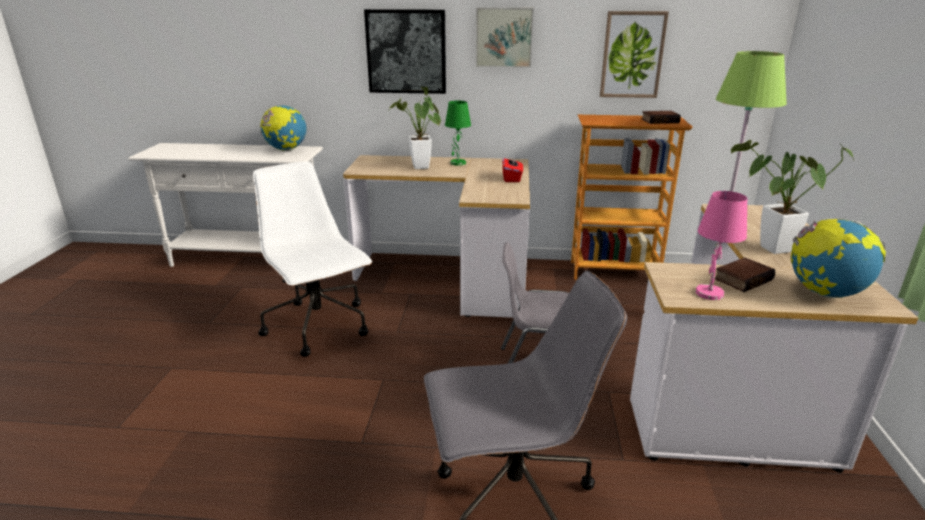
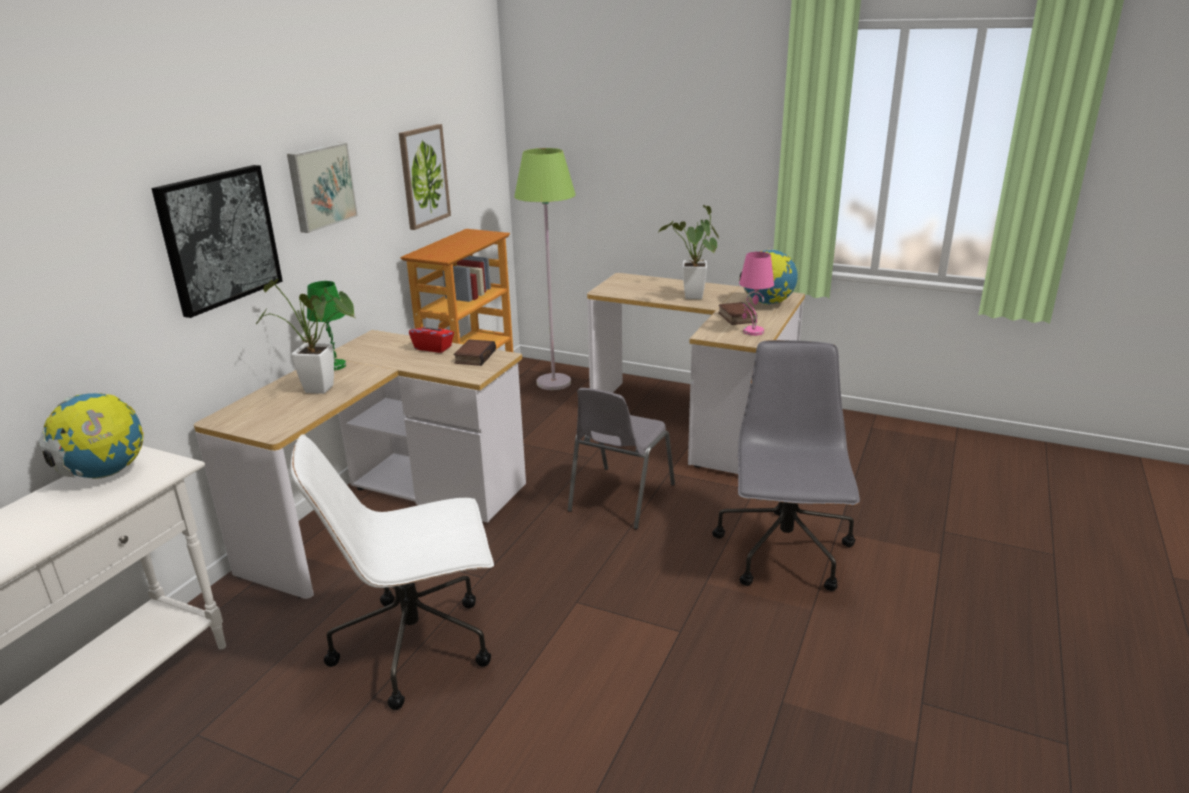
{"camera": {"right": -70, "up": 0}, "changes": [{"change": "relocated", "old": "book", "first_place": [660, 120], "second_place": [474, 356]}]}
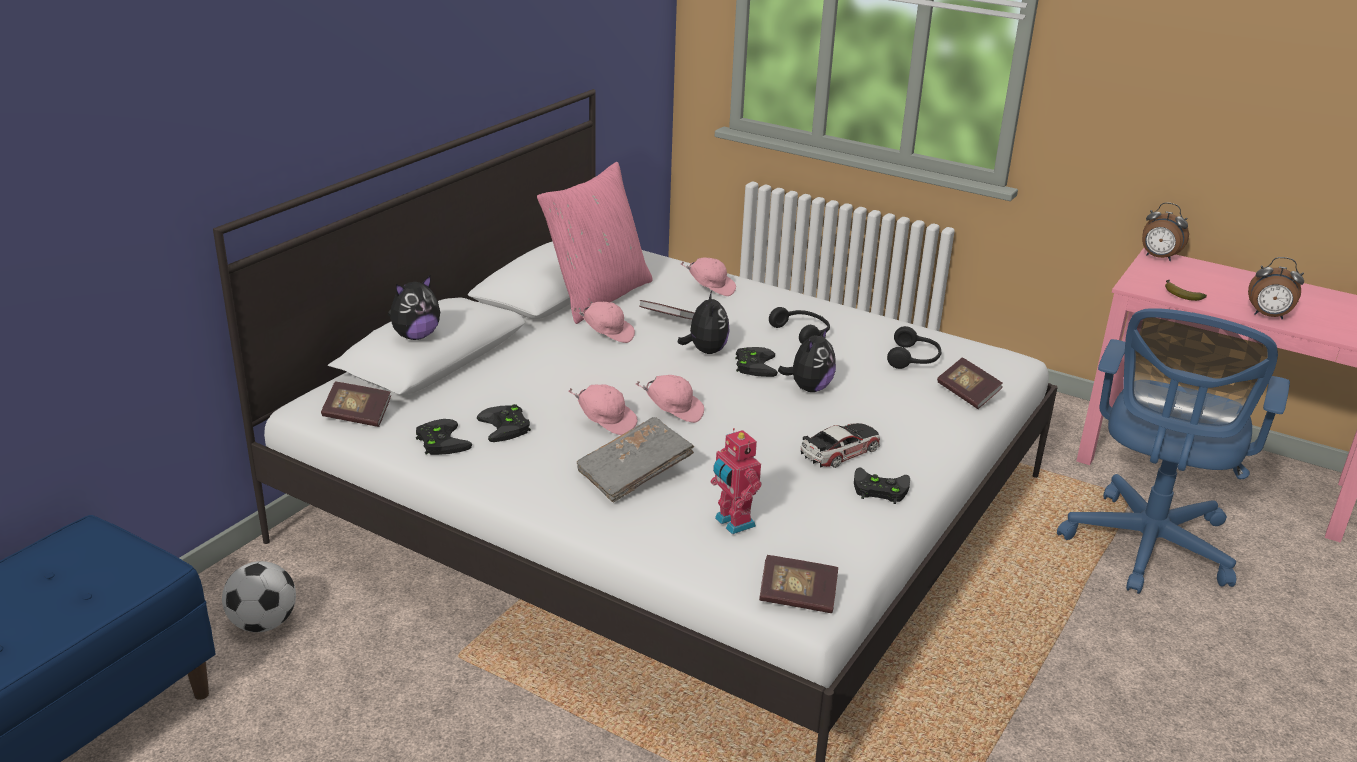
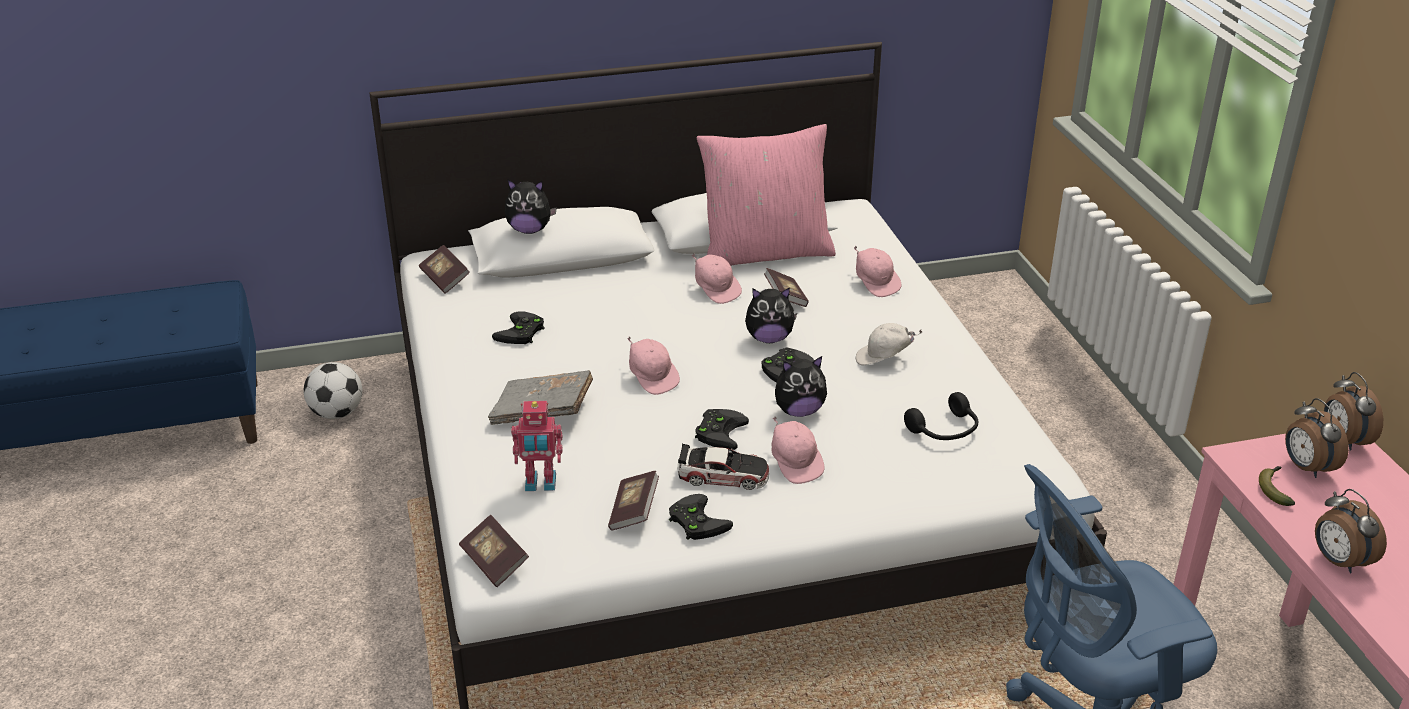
{"camera": {"right": 45, "up": 5}, "changes": [{"change": "appeared", "new": "alarm_clock", "second_place": [1306, 467]}, {"change": "relocated", "old": "black_game_controller", "first_place": [440, 441], "second_place": [719, 431]}, {"change": "relocated", "old": "pink_cap", "first_place": [606, 422], "second_place": [795, 464]}, {"change": "relocated", "old": "book", "first_place": [967, 394], "second_place": [634, 511]}, {"change": "exchanged", "old": "black_headphones", "new": "white_cap", "first_place": [802, 333], "second_place": [884, 359]}, {"change": "spun", "old": "plush_toy", "first_place": [705, 351], "second_place": [769, 338], "degrees": 45}, {"change": "spun", "old": "toy_robot", "first_place": [732, 523], "second_place": [540, 484], "degrees": -105}]}
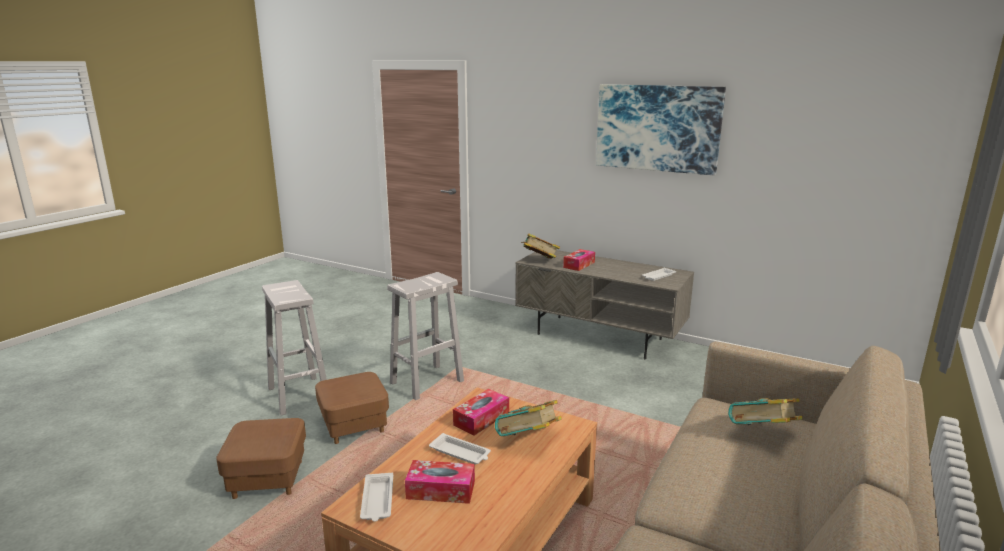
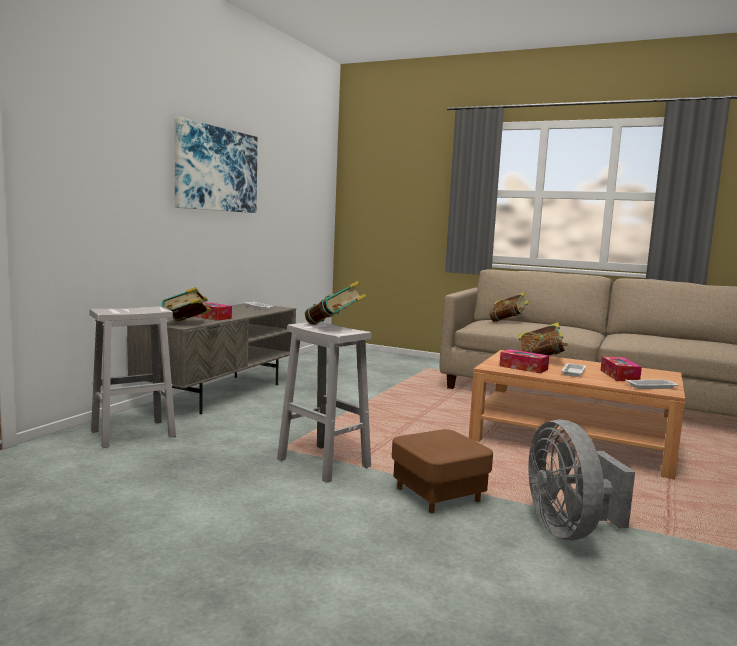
{"camera": {"right": -95, "up": -10}, "changes": [{"change": "appeared", "new": "book", "second_place": [334, 326]}, {"change": "relocated", "old": "white_stool", "first_place": [299, 395], "second_place": [134, 433]}, {"change": "exchanged", "old": "brown_ottoman", "new": "grey_fan", "first_place": [268, 478], "second_place": [569, 530]}]}
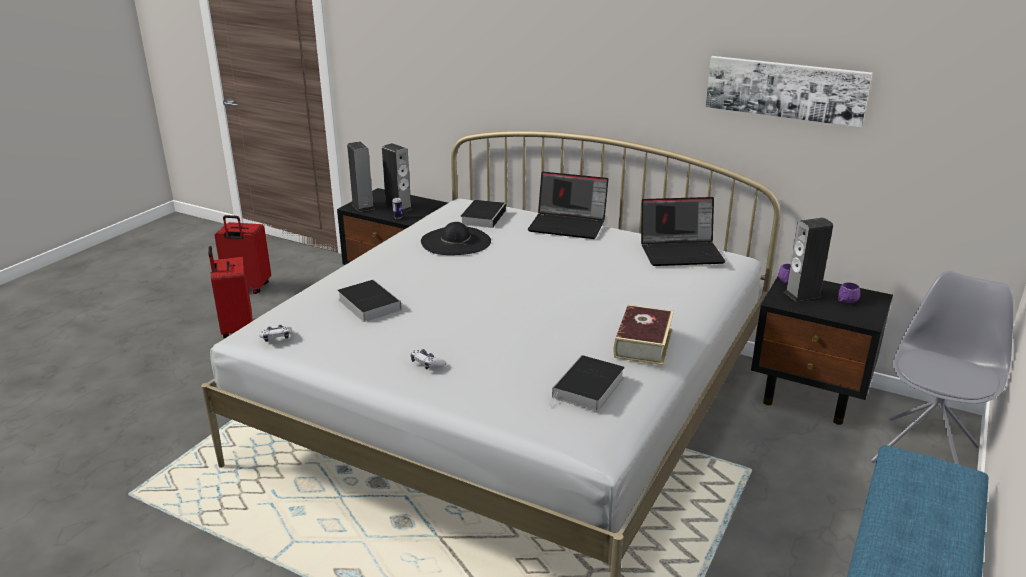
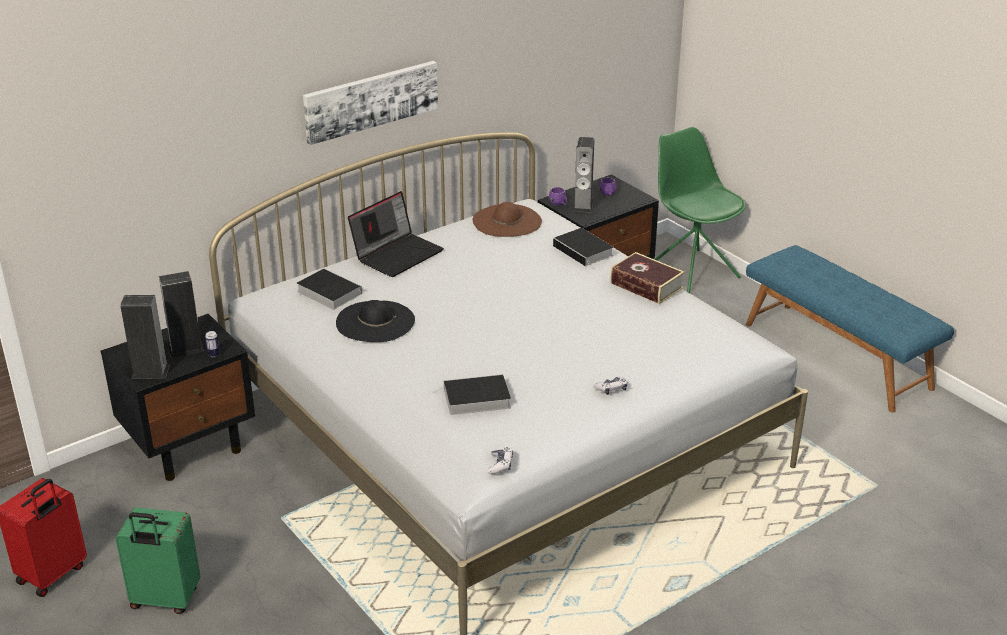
{"camera": {"right": -65, "up": 5}, "changes": [{"change": "relocated", "old": "book", "first_place": [588, 389], "second_place": [584, 251]}, {"change": "relocated", "old": "picture", "first_place": [785, 89], "second_place": [370, 100]}, {"change": "exchanged", "old": "laptop", "new": "brown_hat", "first_place": [681, 252], "second_place": [507, 221]}, {"change": "colour", "old": "red_suitcase", "new": "green_suitcase", "first_place": [236, 329], "second_place": [165, 600]}, {"change": "colour", "old": "grey_chair", "new": "green_chair", "first_place": [926, 453], "second_place": [692, 271]}]}
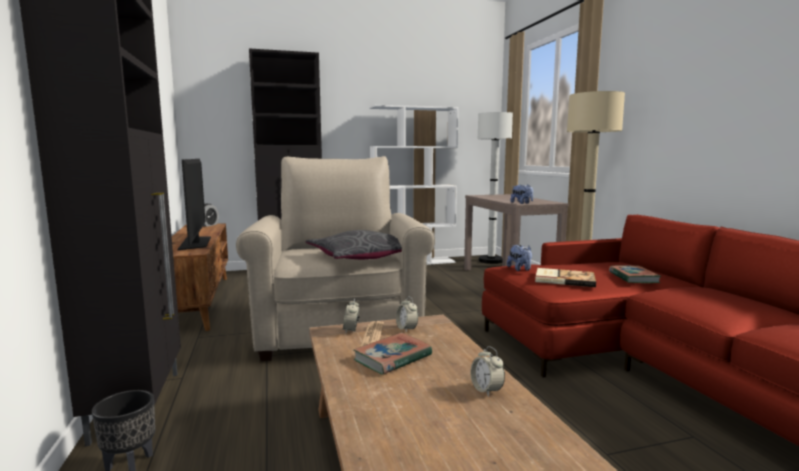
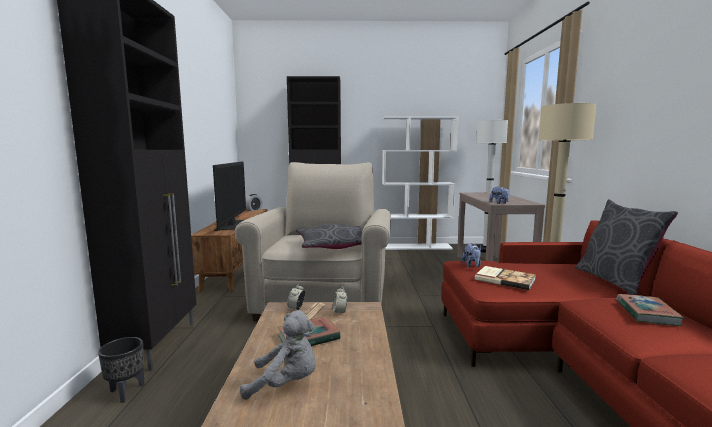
{"camera": {"right": 15, "up": 0}, "changes": [{"change": "missing", "old": "alarm_clock", "first_place": [486, 390]}, {"change": "appeared", "new": "grey_plush_toy", "second_place": [286, 384]}, {"change": "appeared", "new": "grey_pillow", "second_place": [615, 281]}, {"change": "relocated", "old": "book", "first_place": [633, 277], "second_place": [647, 313]}]}
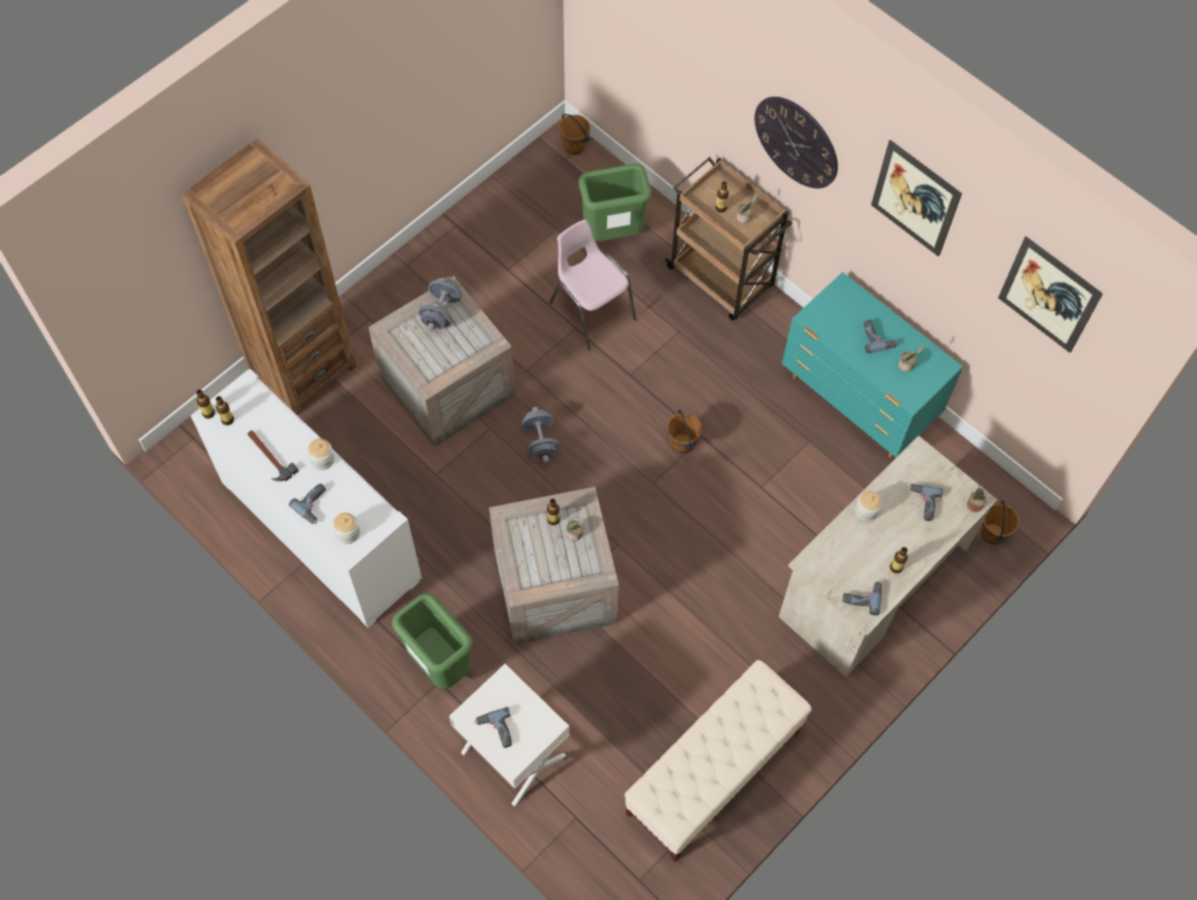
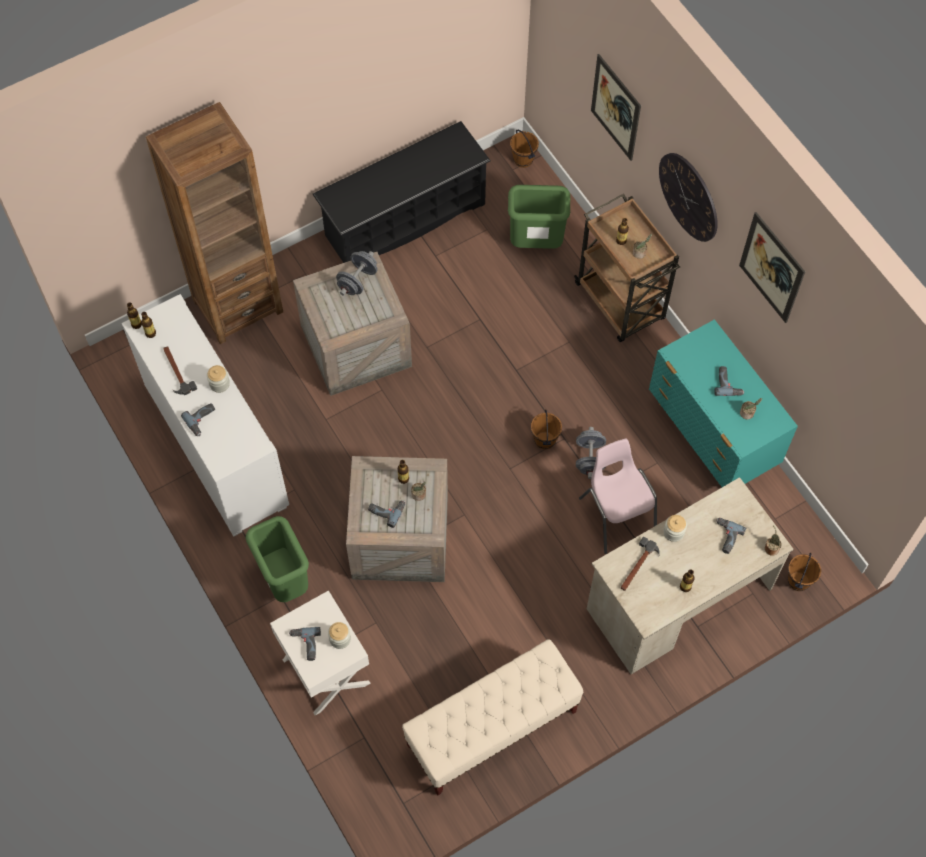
{"camera": {"right": 15, "up": 0}, "changes": [{"change": "appeared", "new": "black_shoe_rack", "second_place": [404, 220]}, {"change": "appeared", "new": "hammer", "second_place": [638, 566]}, {"change": "relocated", "old": "jar", "first_place": [348, 533], "second_place": [340, 639]}, {"change": "relocated", "old": "grey_dumbbell", "first_place": [540, 442], "second_place": [589, 459]}, {"change": "relocated", "old": "pink_chair", "first_place": [591, 310], "second_place": [616, 514]}, {"change": "relocated", "old": "power_drill", "first_place": [862, 596], "second_place": [386, 510]}, {"change": "relocated", "old": "picture", "first_place": [1049, 295], "second_place": [615, 107]}]}
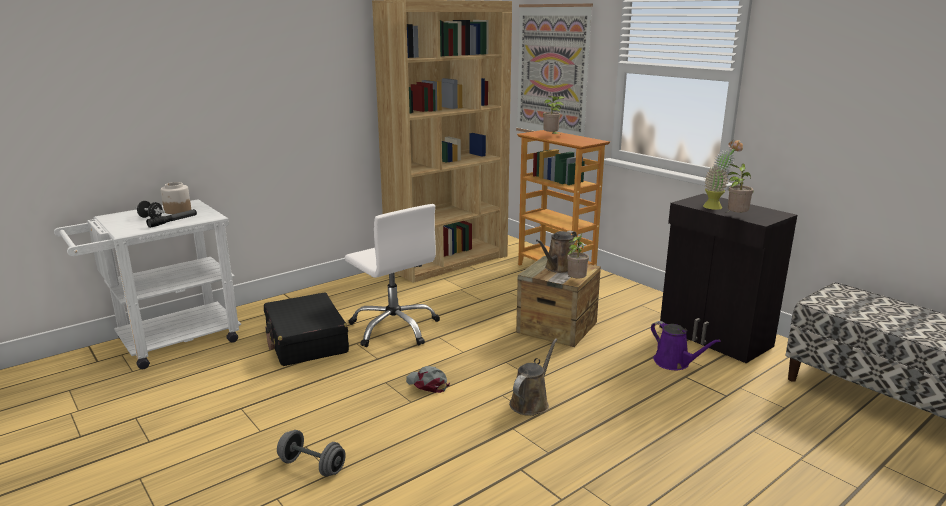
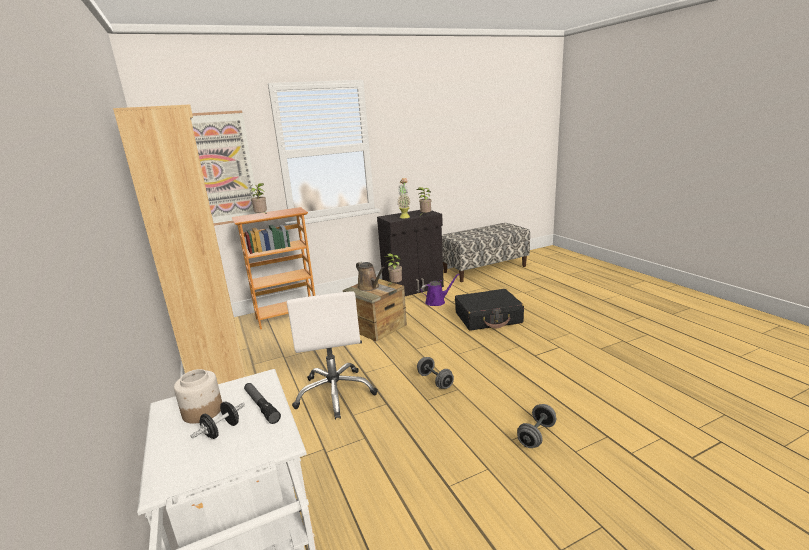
{"camera": {"right": -75, "up": 0}, "changes": [{"change": "missing", "old": "brown_watering_can", "first_place": [531, 402]}, {"change": "relocated", "old": "black_suitcase", "first_place": [306, 341], "second_place": [488, 318]}, {"change": "exchanged", "old": "grey_cap", "new": "grey_dumbbell", "first_place": [427, 384], "second_place": [435, 381]}, {"change": "spun", "old": "white_office_chair", "first_place": [394, 328], "second_place": [335, 393], "degrees": 105}]}
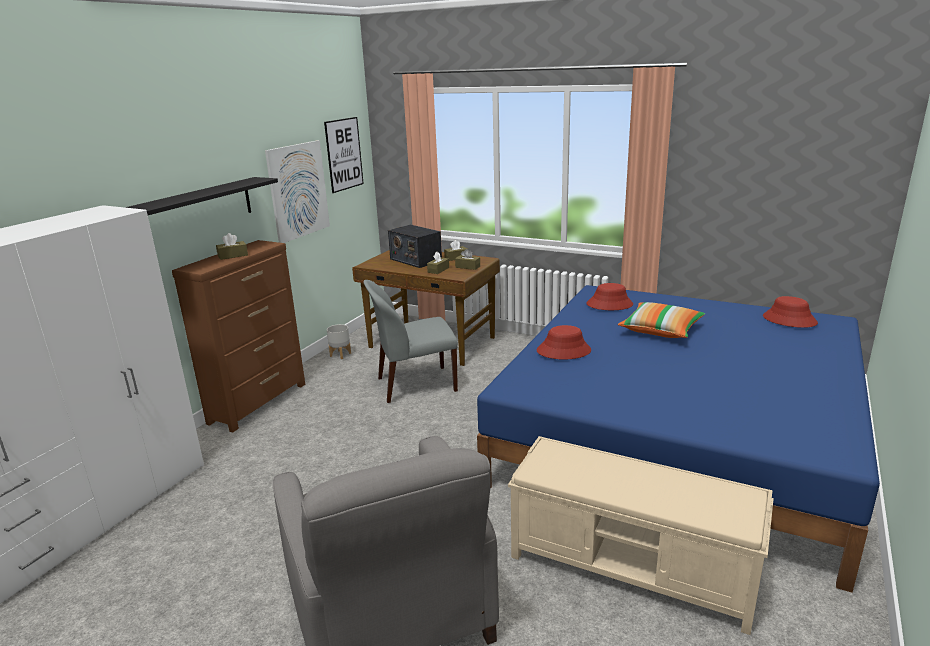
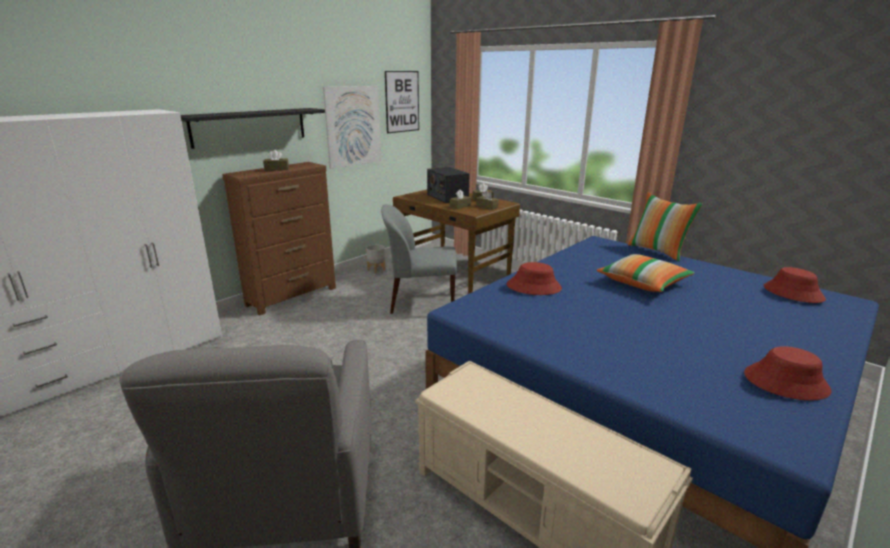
{"camera": {"right": 15, "up": 0}, "changes": [{"change": "appeared", "new": "pillow", "second_place": [658, 251]}, {"change": "relocated", "old": "red_hat", "first_place": [609, 304], "second_place": [785, 382]}]}
